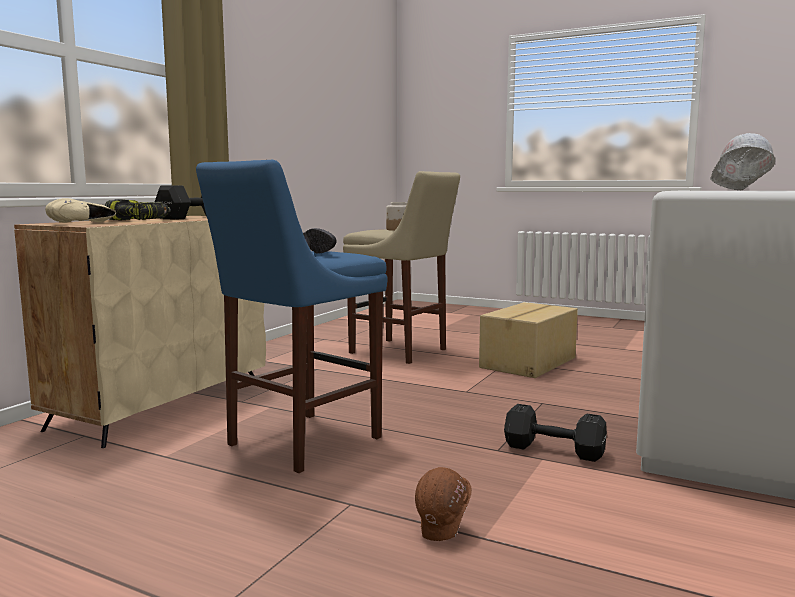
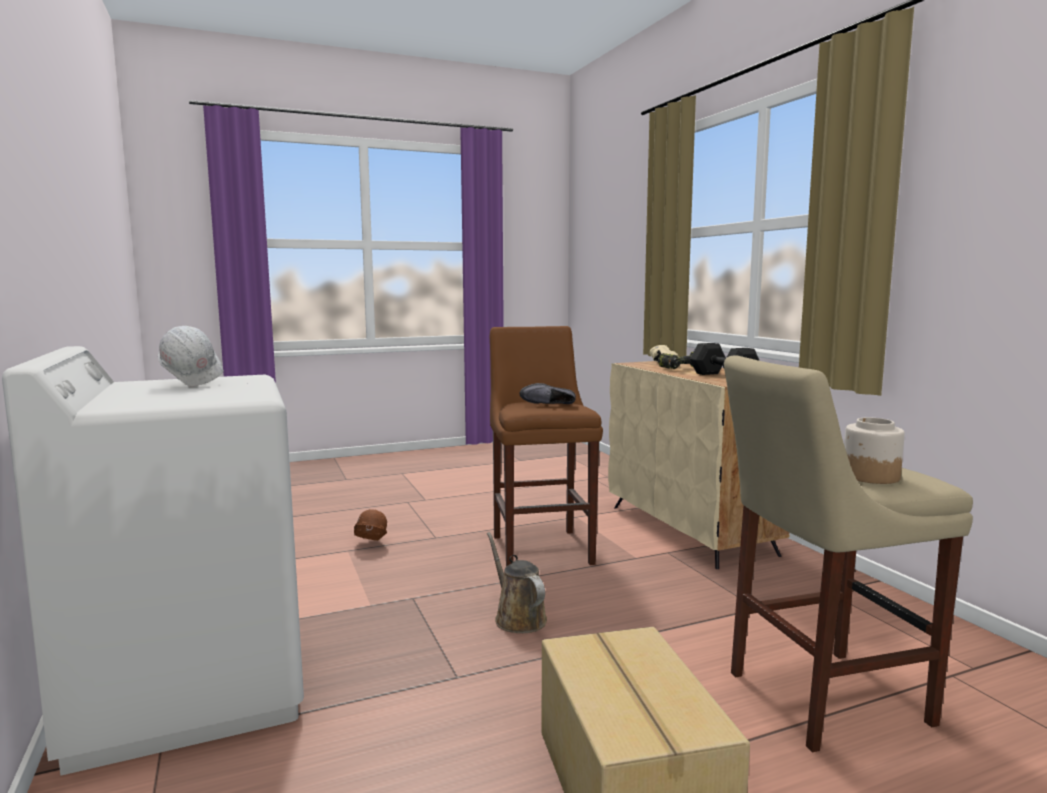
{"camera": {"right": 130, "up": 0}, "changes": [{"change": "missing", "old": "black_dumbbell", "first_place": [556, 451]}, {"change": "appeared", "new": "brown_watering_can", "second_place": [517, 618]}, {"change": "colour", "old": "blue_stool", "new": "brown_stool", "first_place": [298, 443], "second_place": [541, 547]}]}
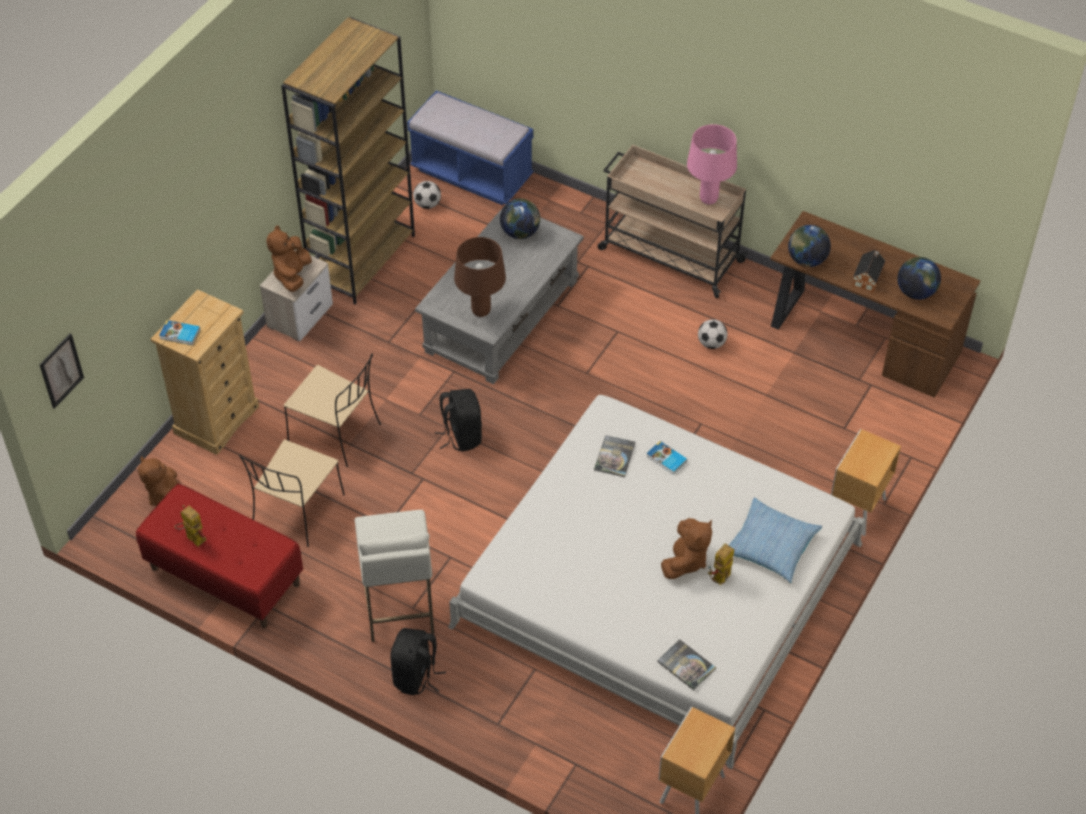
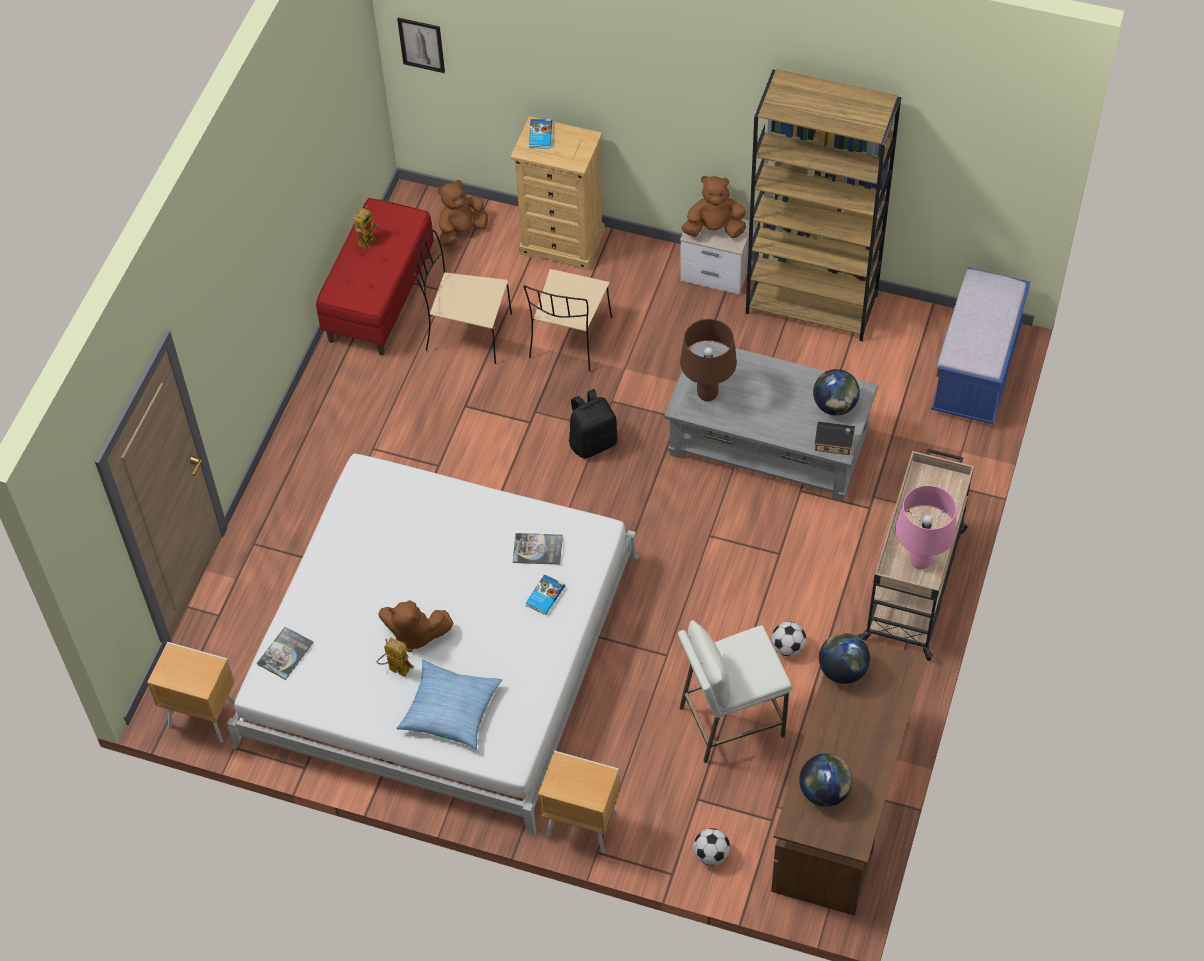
{"camera": {"right": 80, "up": 5}, "changes": [{"change": "missing", "old": "black_backpack", "first_place": [416, 677]}, {"change": "relocated", "old": "white_stool", "first_place": [399, 605], "second_place": [730, 721]}, {"change": "relocated", "old": "football", "first_place": [427, 204], "second_place": [711, 854]}, {"change": "relocated", "old": "toy_house", "first_place": [868, 278], "second_place": [835, 444]}]}
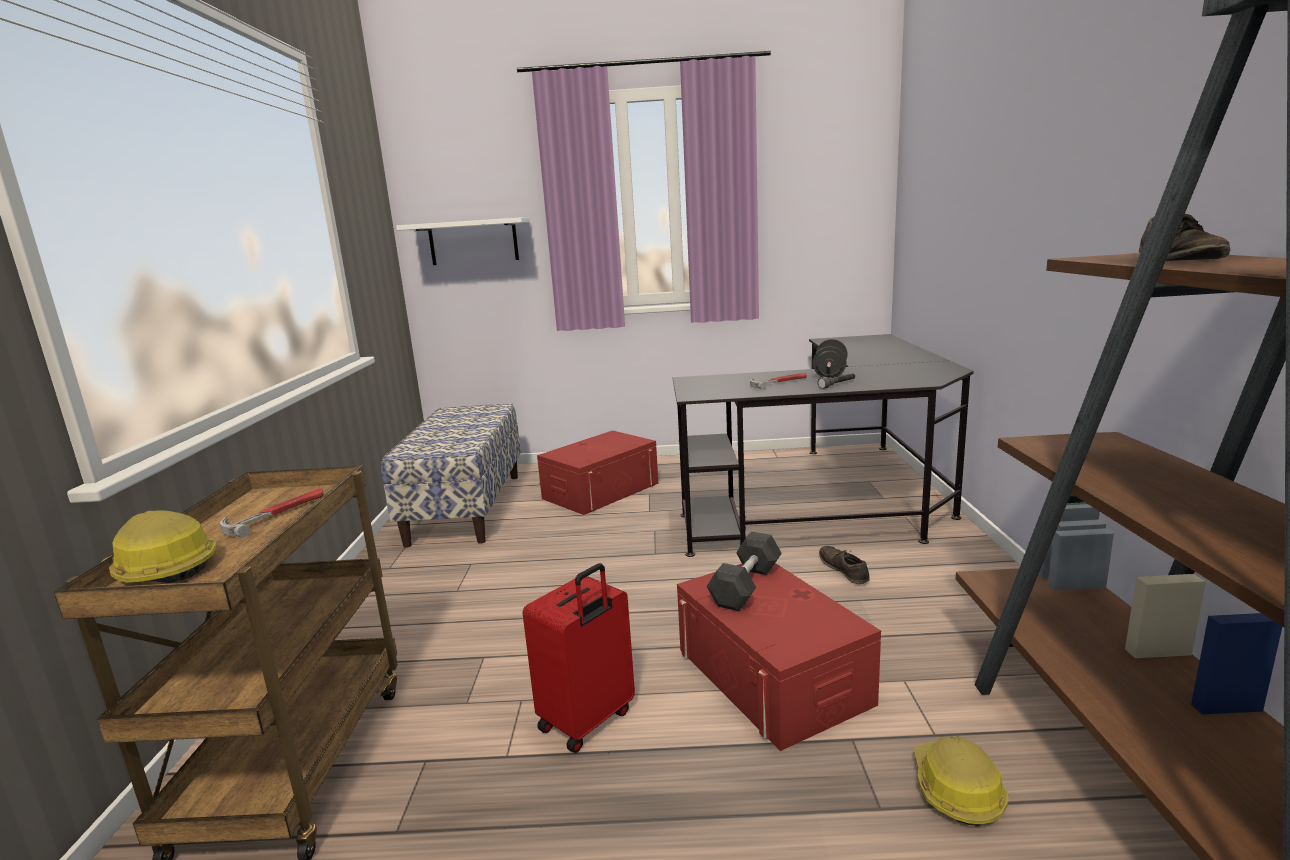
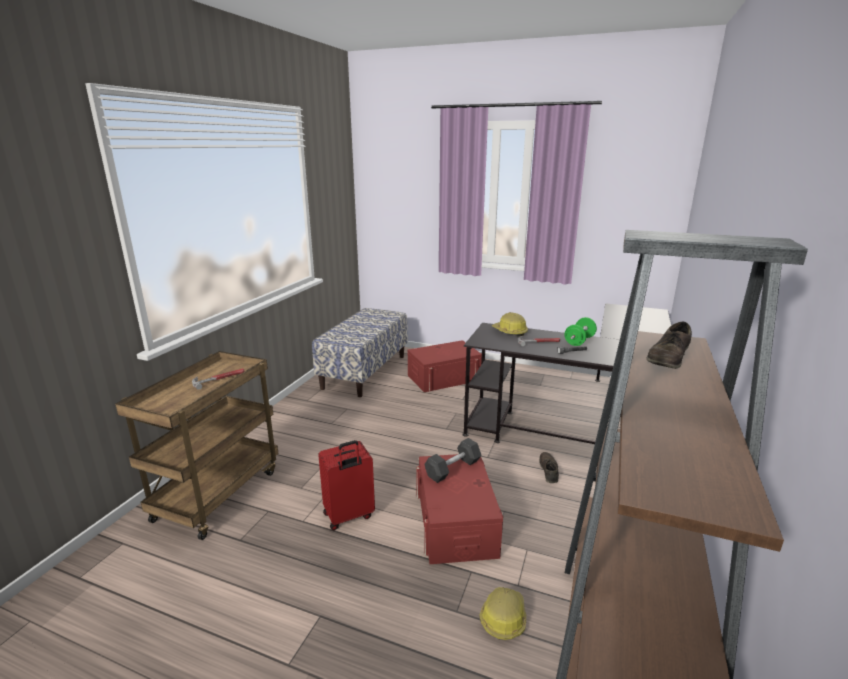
{"camera": {"right": 20, "up": 5}, "changes": [{"change": "missing", "old": "white_shelf", "first_place": [473, 242]}, {"change": "relocated", "old": "hard_hat", "first_place": [161, 569], "second_place": [510, 331]}, {"change": "colour", "old": "black_dumbbell", "new": "green_dumbbell", "first_place": [830, 374], "second_place": [579, 341]}]}
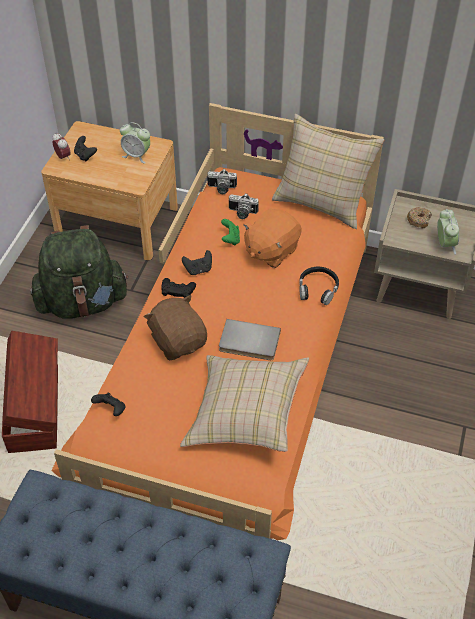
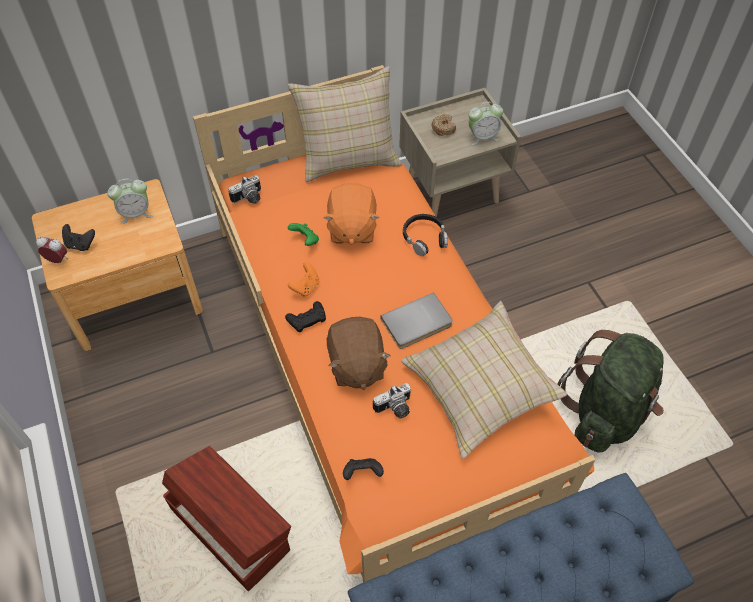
{"camera": {"right": -40, "up": 5}, "changes": [{"change": "relocated", "old": "green_backpack", "first_place": [82, 302], "second_place": [605, 411]}, {"change": "relocated", "old": "photo_camera", "first_place": [242, 213], "second_place": [395, 409]}, {"change": "colour", "old": "black_game_controller", "new": "orange_game_controller", "first_place": [198, 269], "second_place": [306, 287]}, {"change": "spun", "old": "brown_plush_toy", "first_place": [178, 341], "second_place": [356, 365], "degrees": -120}, {"change": "spun", "old": "alarm_clock", "first_place": [444, 244], "second_place": [482, 137], "degrees": 120}]}
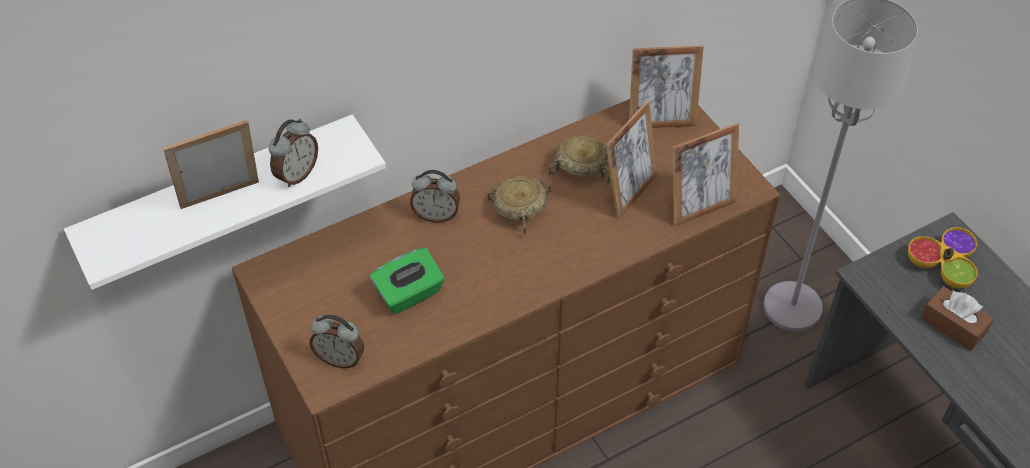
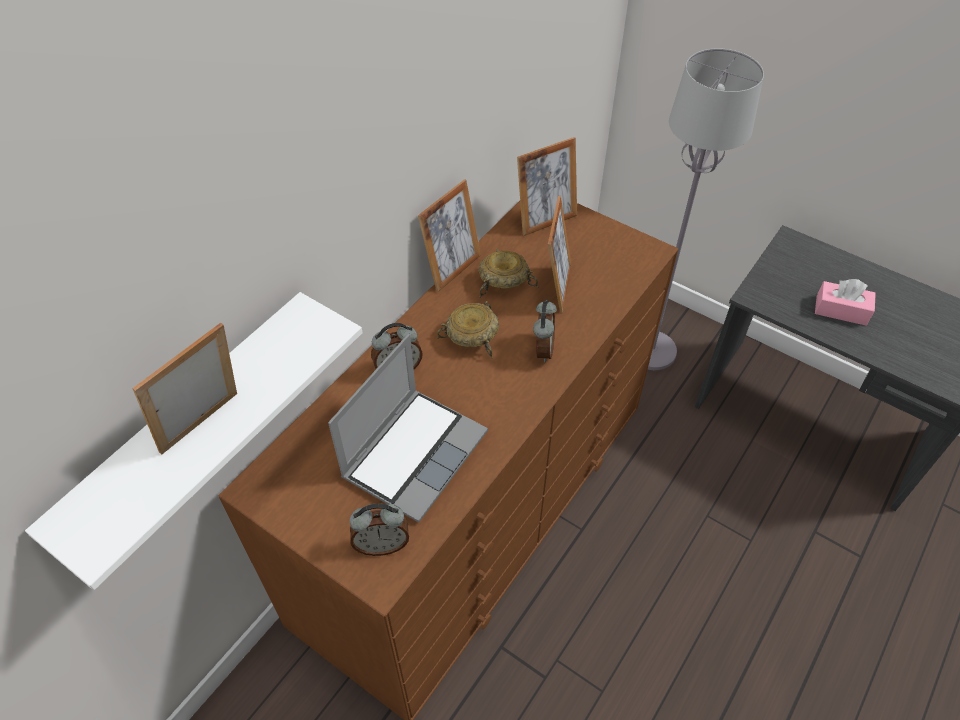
{"camera": {"right": -25, "up": 0}, "changes": [{"change": "missing", "old": "bowl", "first_place": [943, 264]}, {"change": "relocated", "old": "alarm_clock", "first_place": [296, 174], "second_place": [542, 349]}, {"change": "relocated", "old": "picture_frame", "first_place": [700, 206], "second_place": [452, 269]}, {"change": "exchanged", "old": "green_tissue_box", "new": "laptop", "first_place": [409, 294], "second_place": [414, 453]}, {"change": "colour", "old": "brown_tissue_box", "new": "pink_tissue_box", "first_place": [953, 325], "second_place": [841, 310]}]}
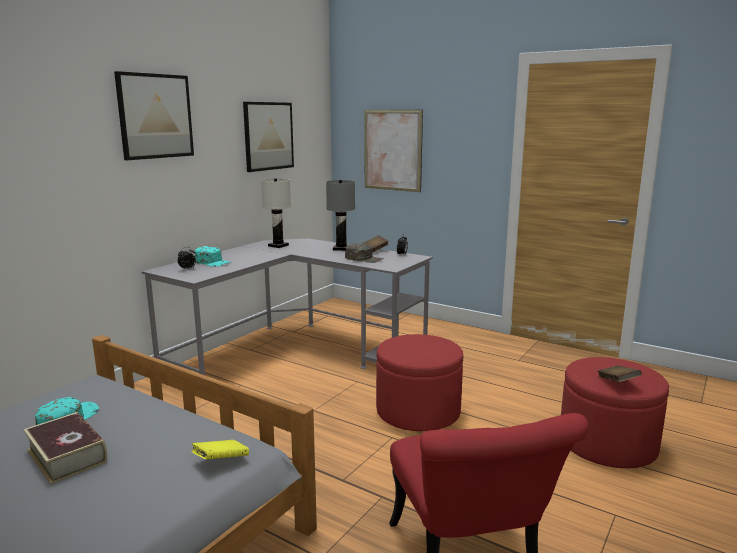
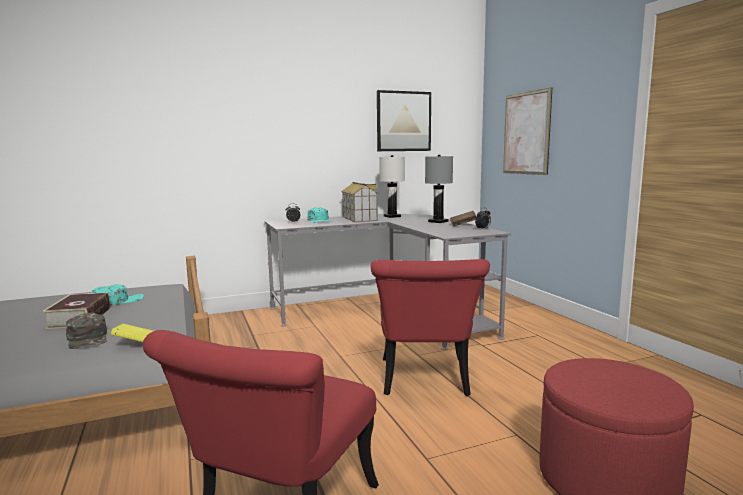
{"camera": {"right": 35, "up": -5}, "changes": [{"change": "missing", "old": "picture", "first_place": [155, 116]}, {"change": "missing", "old": "brown_book", "first_place": [617, 382]}, {"change": "appeared", "new": "toy_house", "second_place": [359, 219]}, {"change": "relocated", "old": "green_cap", "first_place": [364, 259], "second_place": [88, 338]}, {"change": "exchanged", "old": "red_ottoman", "new": "red_chair", "first_place": [418, 412], "second_place": [425, 382]}]}
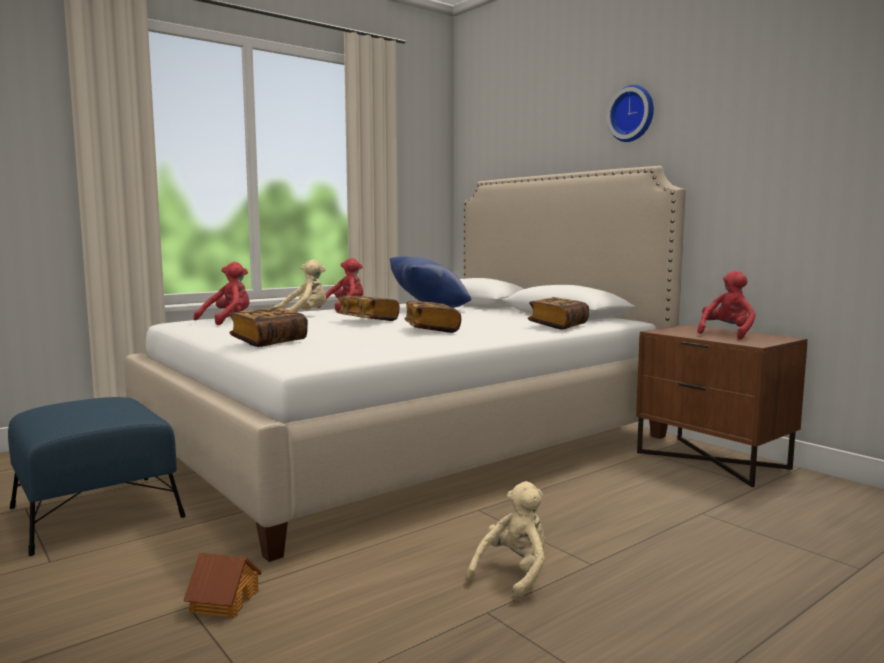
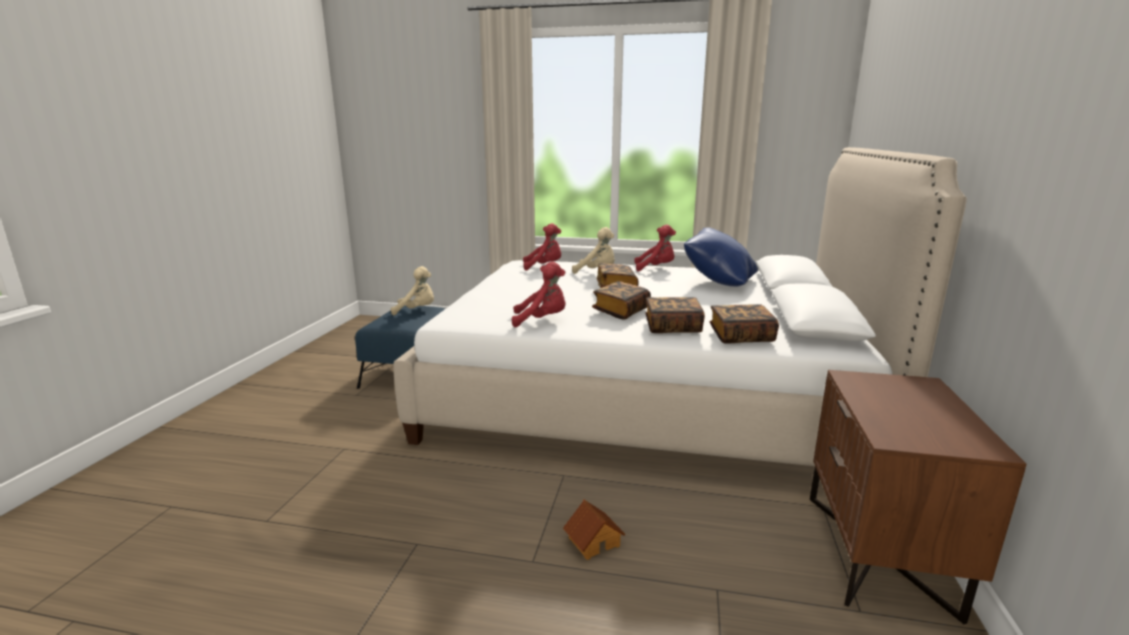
{"camera": {"right": 50, "up": 10}, "changes": [{"change": "missing", "old": "wall_clock", "first_place": [633, 114]}, {"change": "relocated", "old": "toy_house", "first_place": [224, 601], "second_place": [593, 541]}, {"change": "relocated", "old": "book", "first_place": [269, 342], "second_place": [672, 327]}, {"change": "relocated", "old": "beige_plush_toy", "first_place": [514, 574], "second_place": [417, 310]}, {"change": "relocated", "old": "red_plush_toy", "first_place": [727, 334], "second_place": [542, 320]}]}
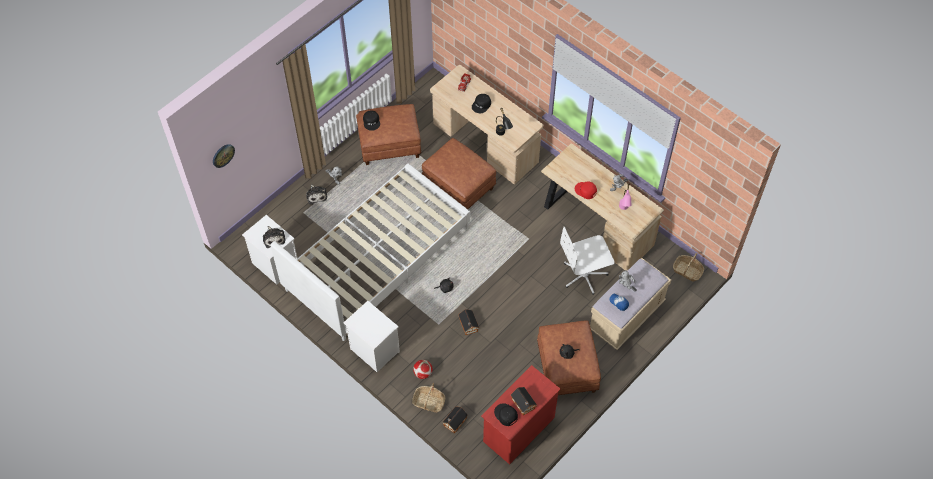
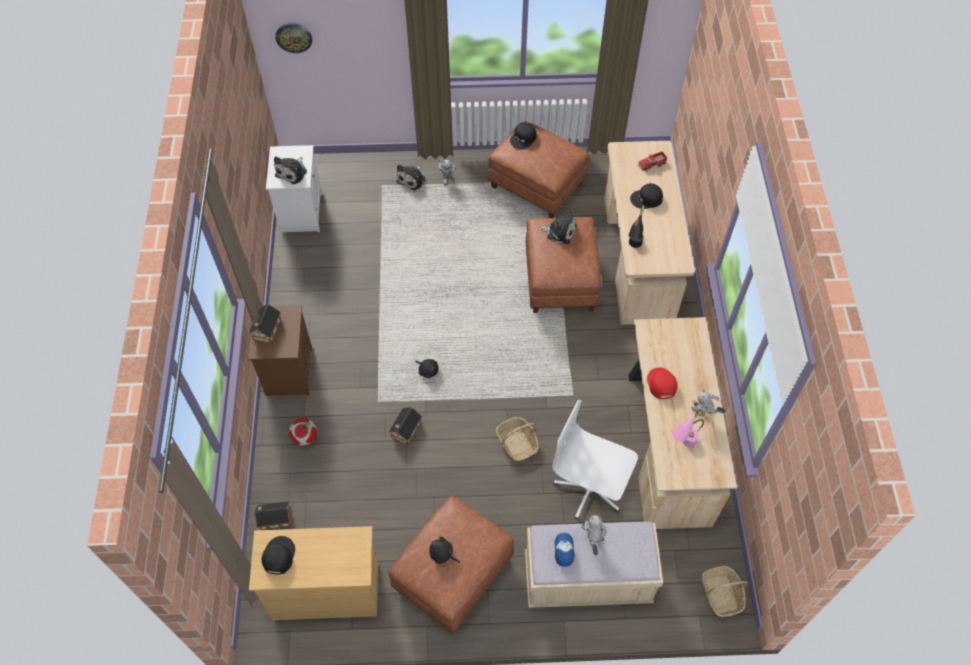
{"camera": {"right": 45, "up": 0}, "changes": [{"change": "missing", "old": "white_bed", "first_place": [377, 259]}, {"change": "appeared", "new": "plush_toy", "second_place": [559, 231]}, {"change": "relocated", "old": "basket", "first_place": [429, 402], "second_place": [517, 443]}, {"change": "relocated", "old": "toy_house", "first_place": [523, 404], "second_place": [266, 330]}, {"change": "colour", "old": "white_nightstand", "new": "brown_nightstand", "first_place": [373, 350], "second_place": [288, 371]}, {"change": "colour", "old": "red_dresser", "new": "beige_dresser", "first_place": [518, 429], "second_place": [325, 591]}]}
